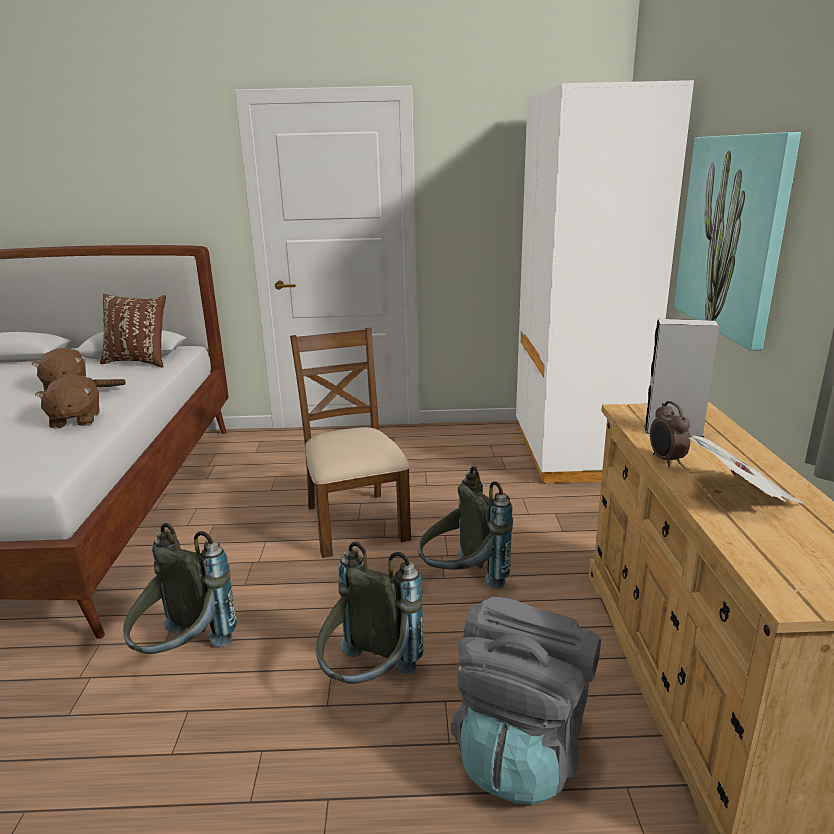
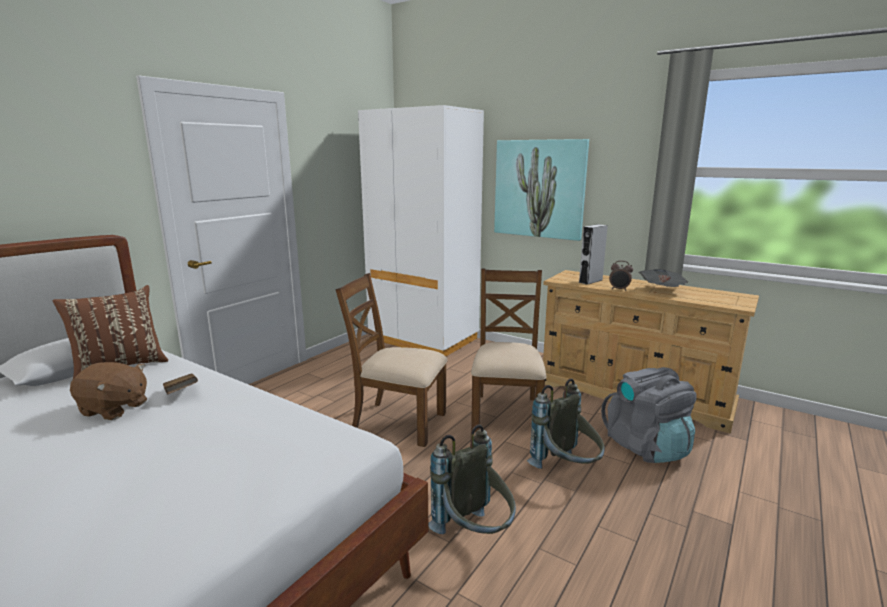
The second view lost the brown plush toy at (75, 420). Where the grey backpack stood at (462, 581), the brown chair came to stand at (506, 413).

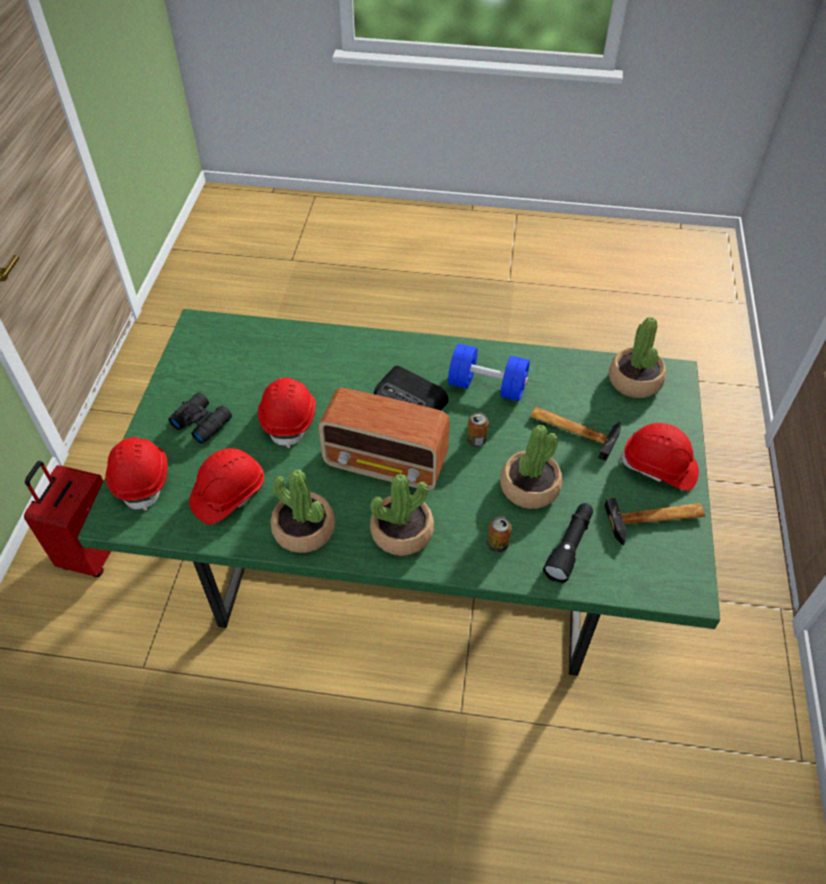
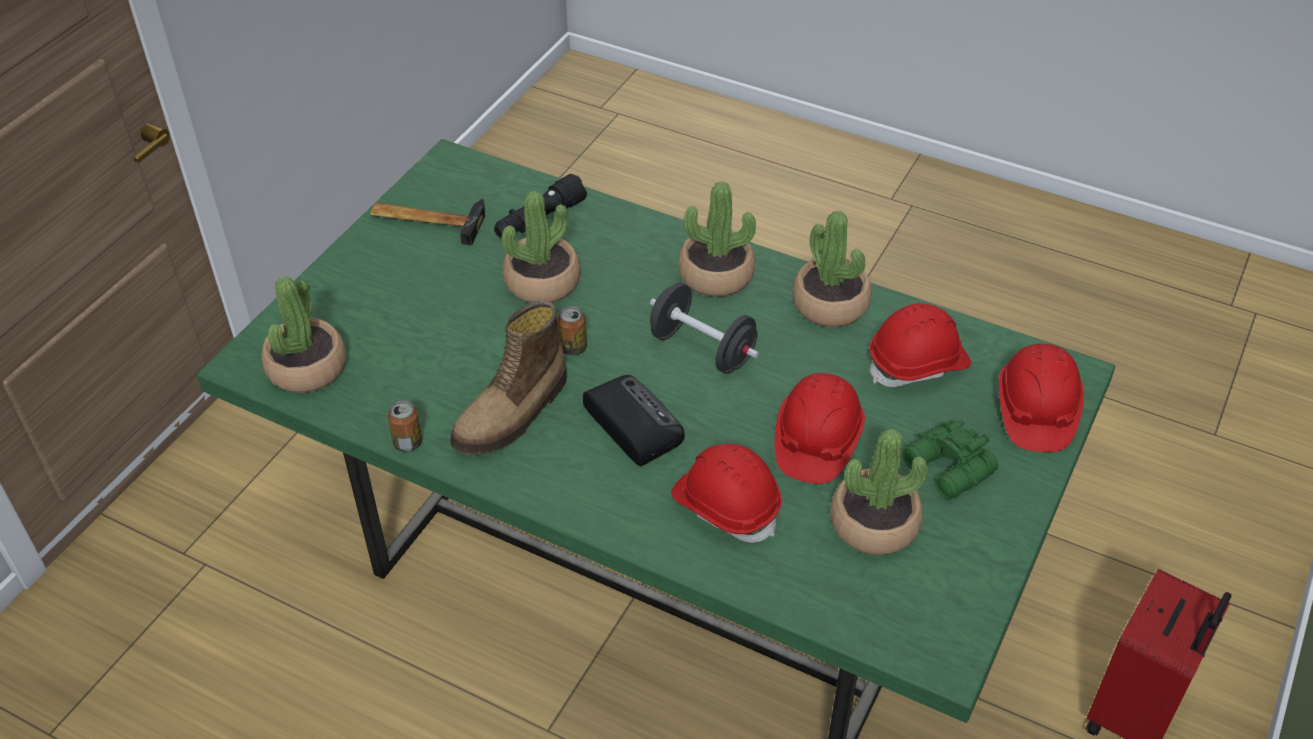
Where the blue dumbbell stood at (487, 386), the boot came to stand at (513, 414). Where the radio stood at (387, 464), the black dumbbell came to stand at (702, 349). What was the black binoculars at (202, 422) turned into the green binoculars at (947, 470). The second view lost the hammer at (573, 429). The red hard hat ended up elsewhere, having gone from (659, 467) to (726, 505). The can ended up elsewhere, having gone from (497, 544) to (408, 443). The second view gained the potted plant at (874, 524).

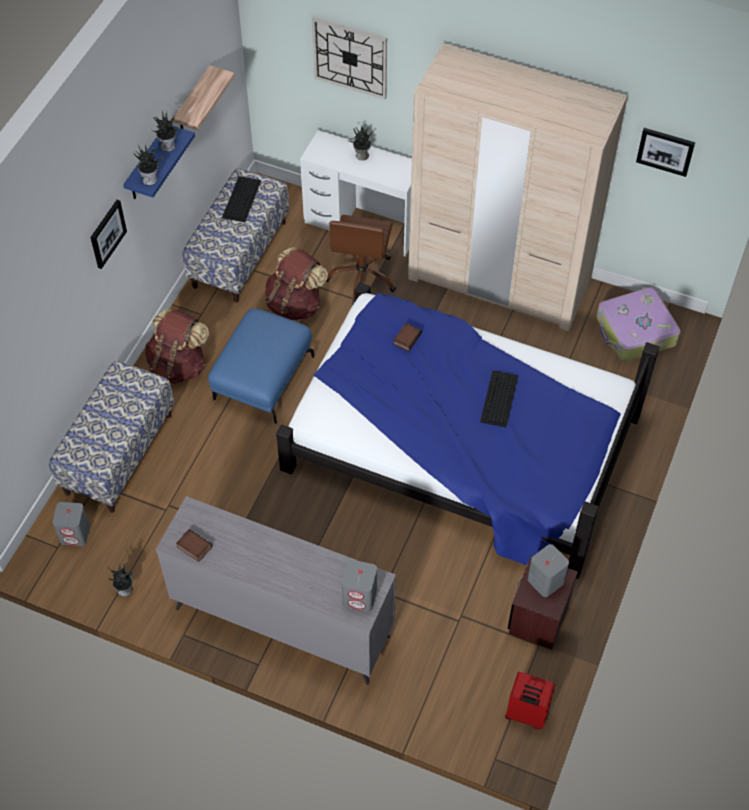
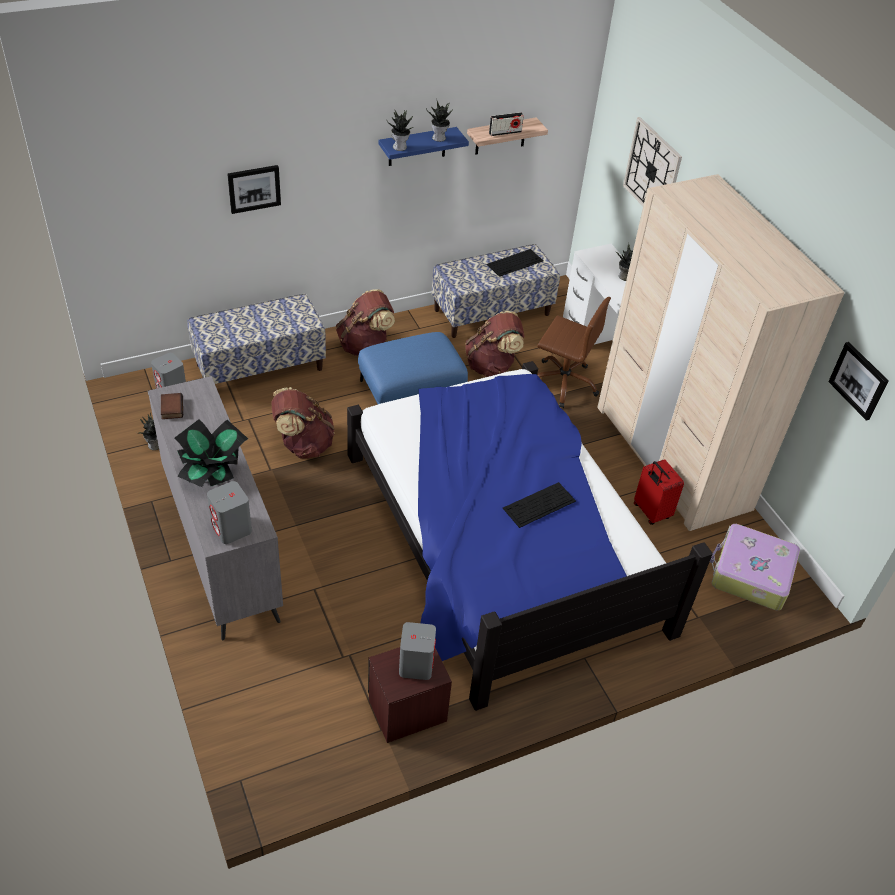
The picture ended up elsewhere, having gone from (107, 233) to (254, 188). The brown office chair at (362, 277) ended up facing another way, 120 degrees counterclockwise from before. The second view lost the book at (406, 338). The red suitcase ended up elsewhere, having gone from (526, 715) to (650, 512). The second view gained the radio at (505, 132). The second view gained the brown backpack at (303, 444). The second view gained the potted plant at (213, 472).

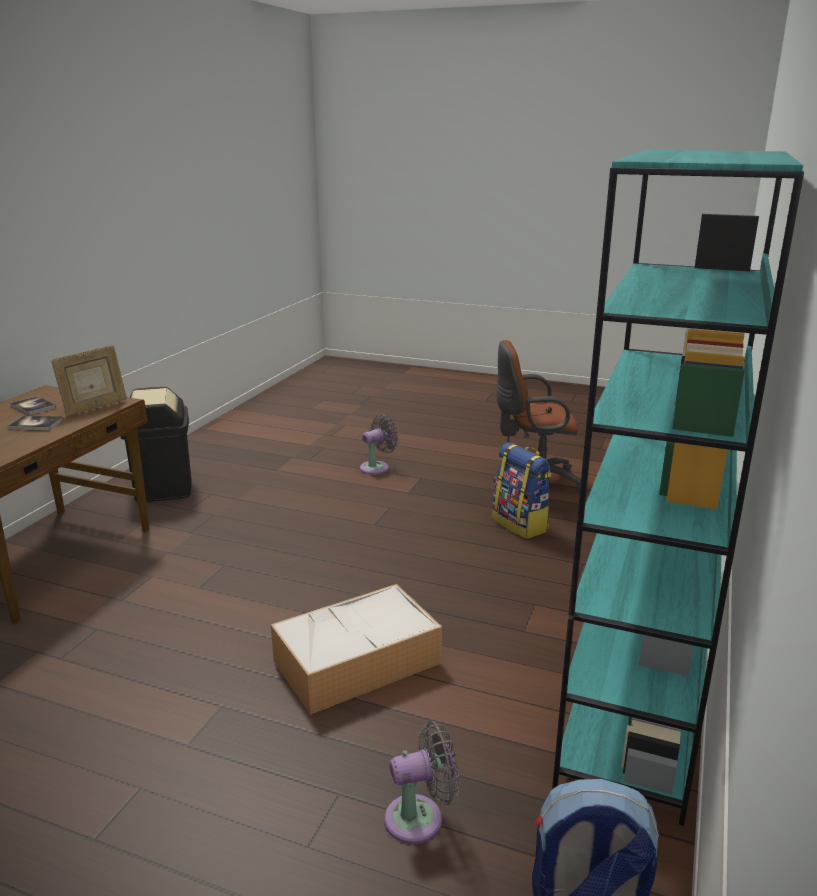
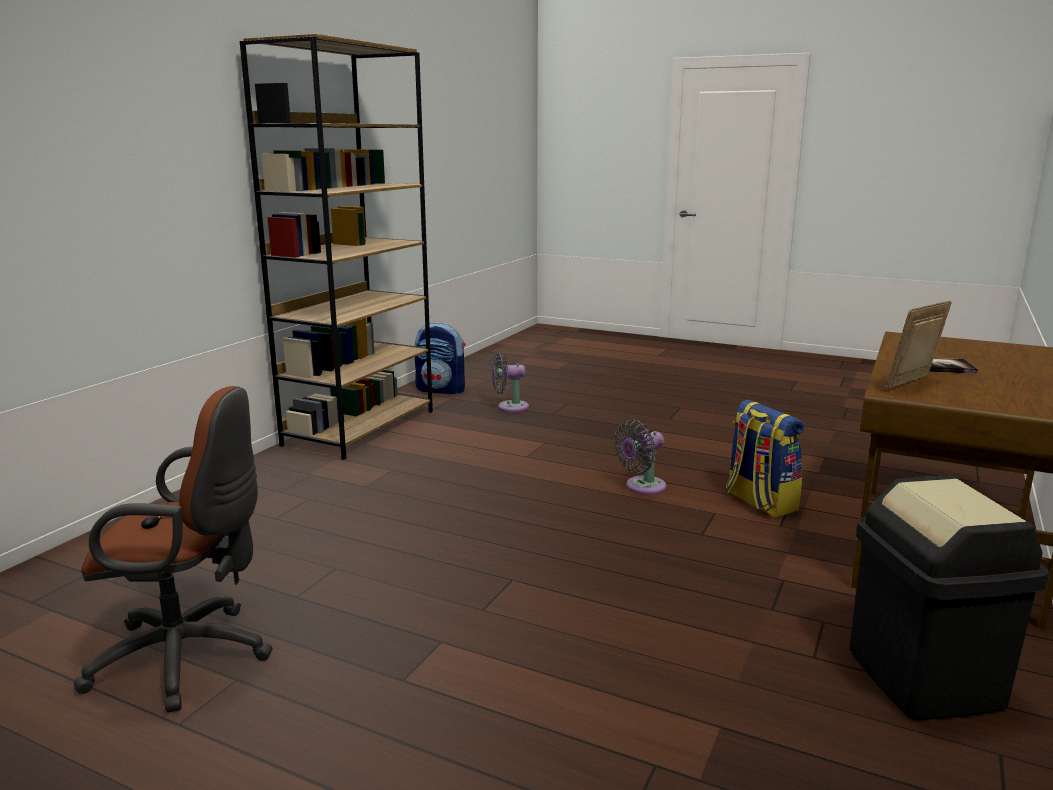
What was the turquoise bookcase at (632, 724) turned into the brown bookcase at (360, 427). The second view lost the book at (33, 407). The grey fan ended up elsewhere, having gone from (377, 467) to (642, 487). The backpack ended up elsewhere, having gone from (521, 524) to (759, 502). The second view lost the storage box at (355, 663).

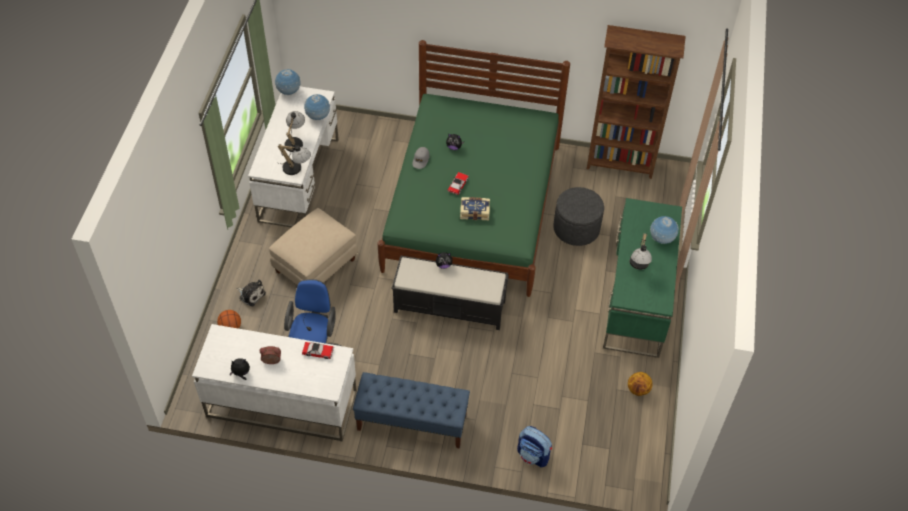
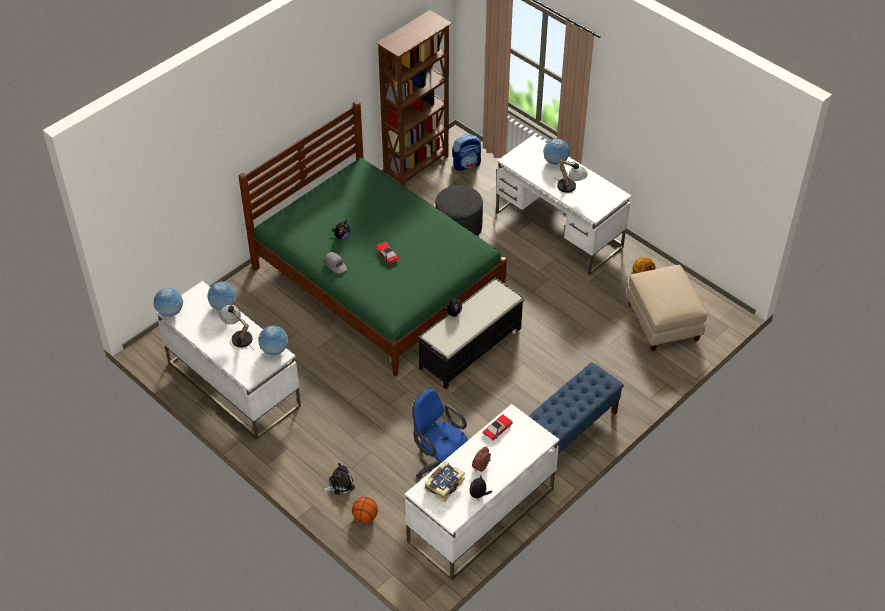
Where the table lamp stood at (296, 169), the globe came to stand at (274, 351). The book ended up elsewhere, having gone from (474, 211) to (443, 484). What was the green desk at (636, 300) turned into the white desk at (559, 230). The beige ottoman ended up elsewhere, having gone from (316, 266) to (663, 322). The backpack ended up elsewhere, having gone from (533, 455) to (467, 164).

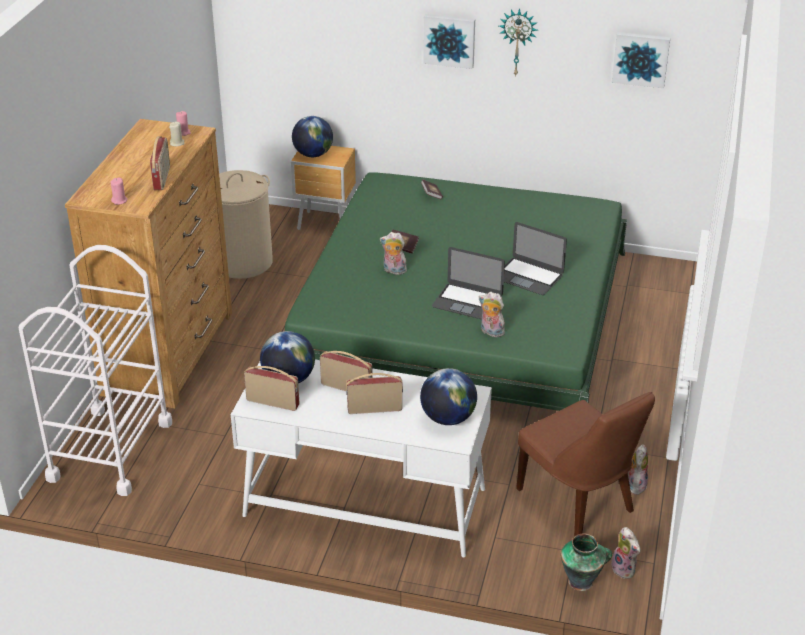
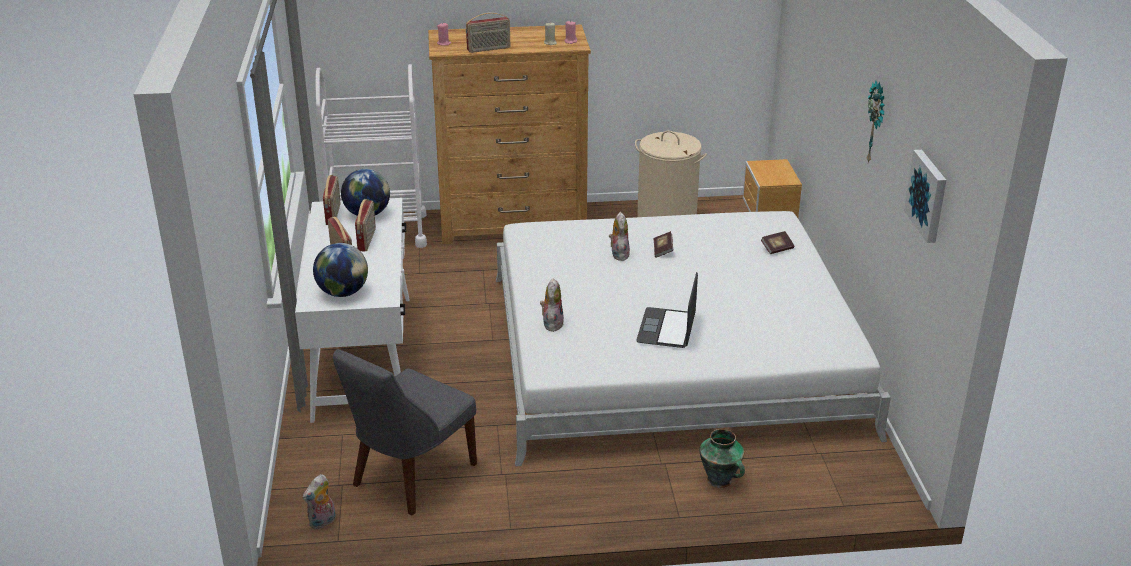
The second view lost the picture at (449, 40). The second view lost the globe at (313, 154). What was the green bed at (461, 316) turned into the white bed at (671, 353). The second view lost the laptop at (467, 302). What was the brown chair at (578, 503) turned into the grey chair at (410, 477). The second view lost the plush toy at (635, 484). The vase ended up elsewhere, having gone from (581, 581) to (720, 481).

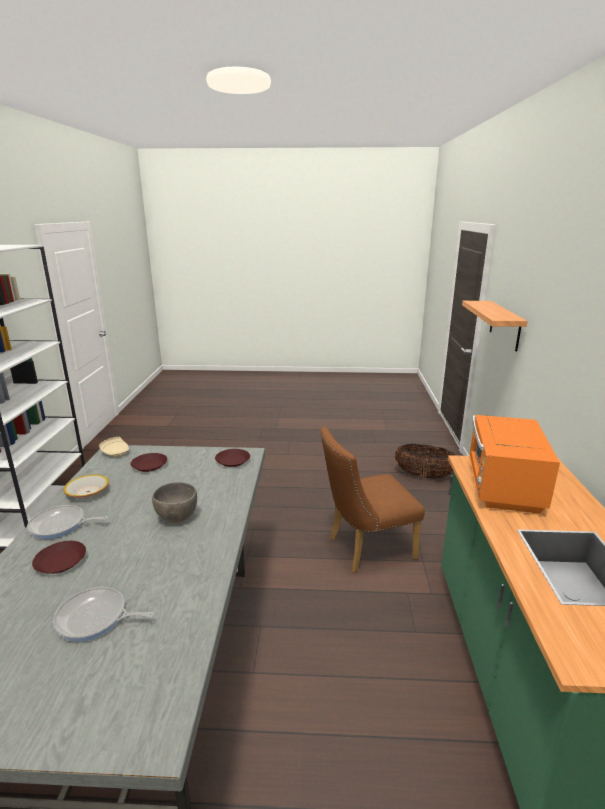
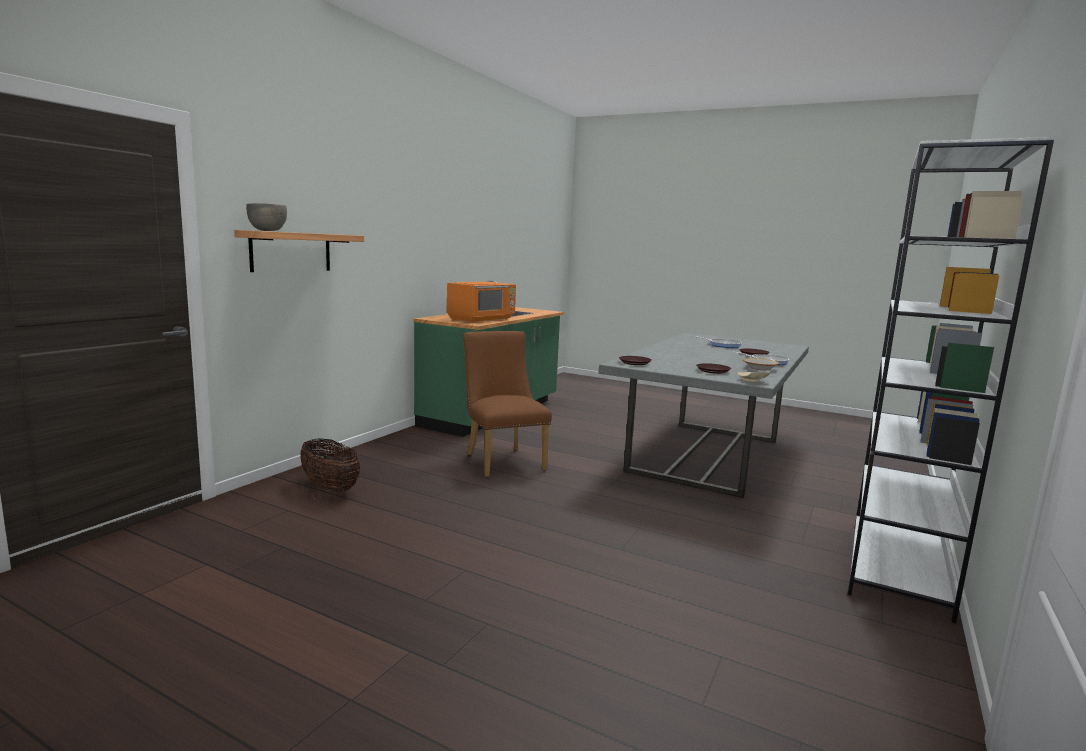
The brown chair at (365, 548) ended up facing another way, 120 degrees counterclockwise from before. The grey bowl ended up elsewhere, having gone from (176, 517) to (268, 231).

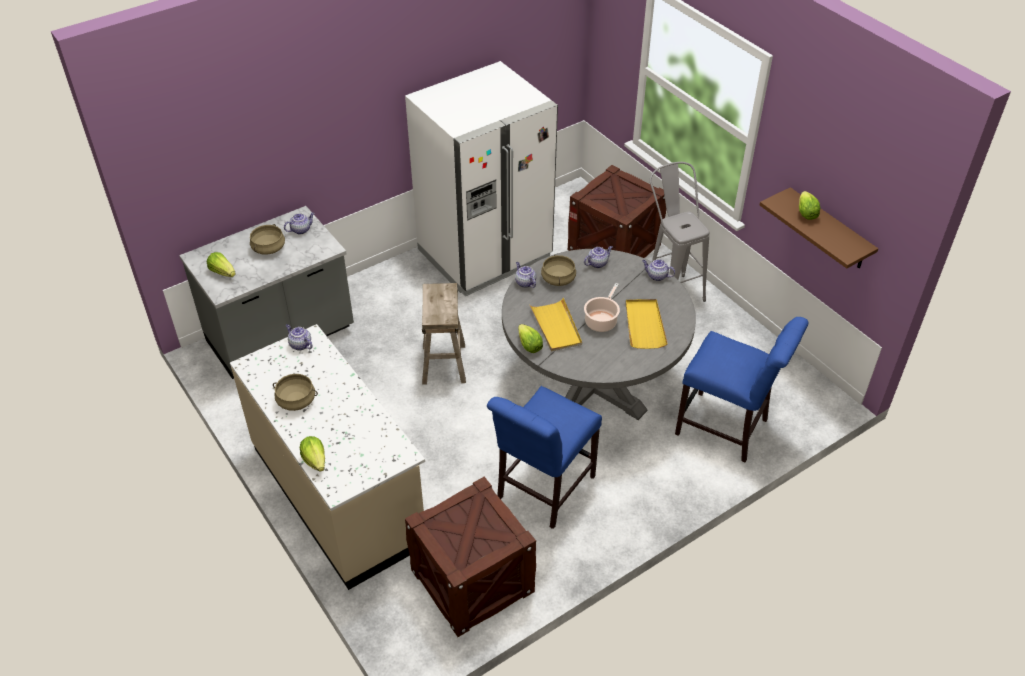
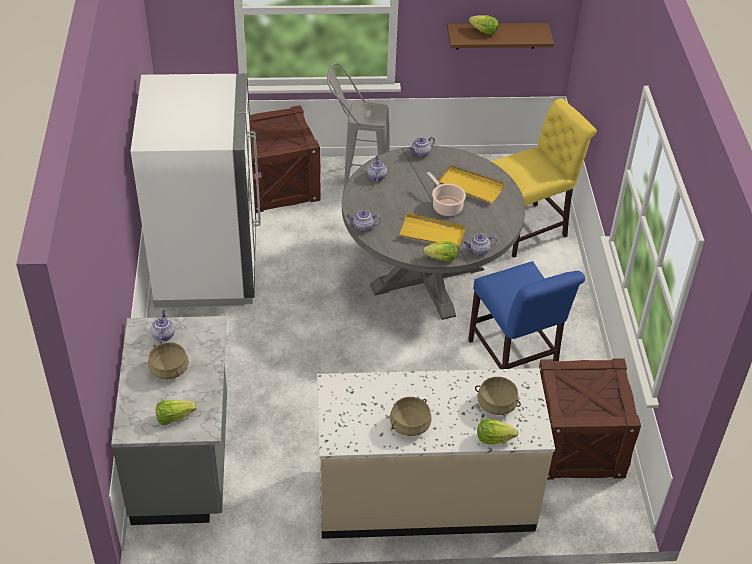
The beige cooking pot ended up elsewhere, having gone from (558, 279) to (496, 404). The second view lost the beige stool at (443, 363). What was the blue chair at (726, 429) turned into the yellow chair at (529, 228). The teapot ended up elsewhere, having gone from (300, 345) to (478, 251).

